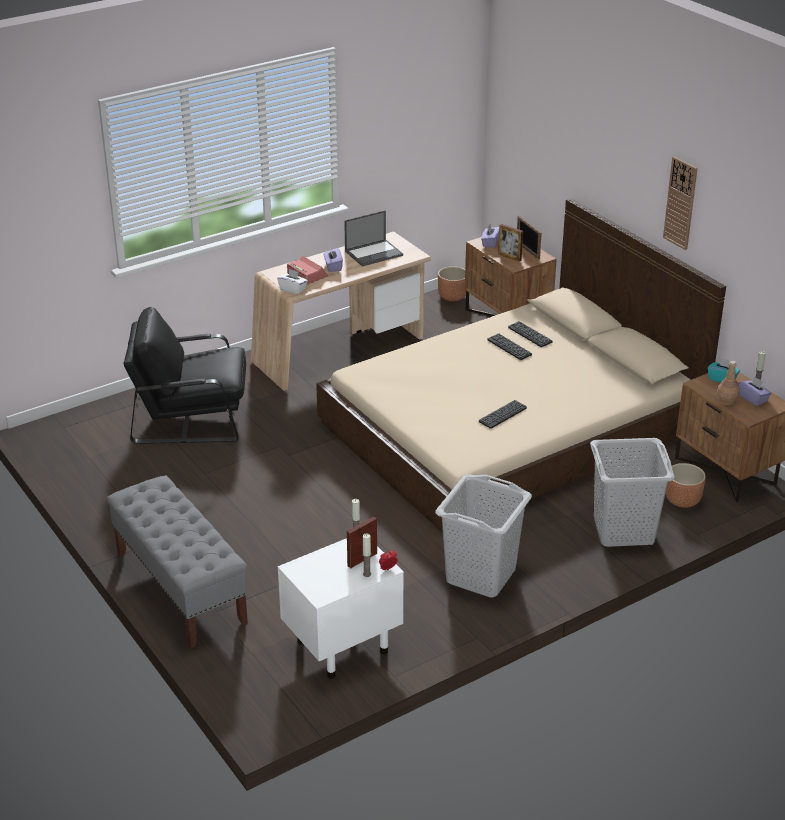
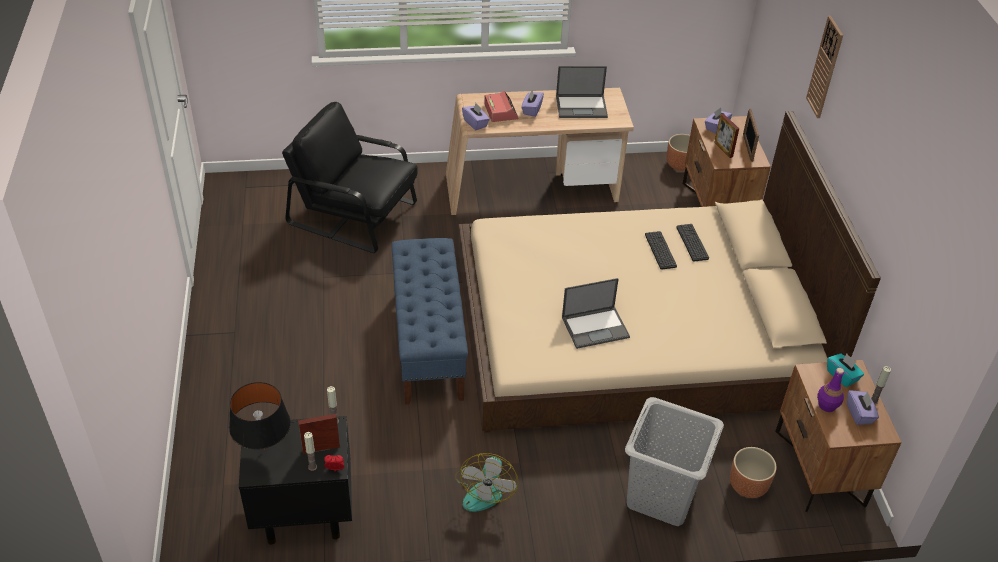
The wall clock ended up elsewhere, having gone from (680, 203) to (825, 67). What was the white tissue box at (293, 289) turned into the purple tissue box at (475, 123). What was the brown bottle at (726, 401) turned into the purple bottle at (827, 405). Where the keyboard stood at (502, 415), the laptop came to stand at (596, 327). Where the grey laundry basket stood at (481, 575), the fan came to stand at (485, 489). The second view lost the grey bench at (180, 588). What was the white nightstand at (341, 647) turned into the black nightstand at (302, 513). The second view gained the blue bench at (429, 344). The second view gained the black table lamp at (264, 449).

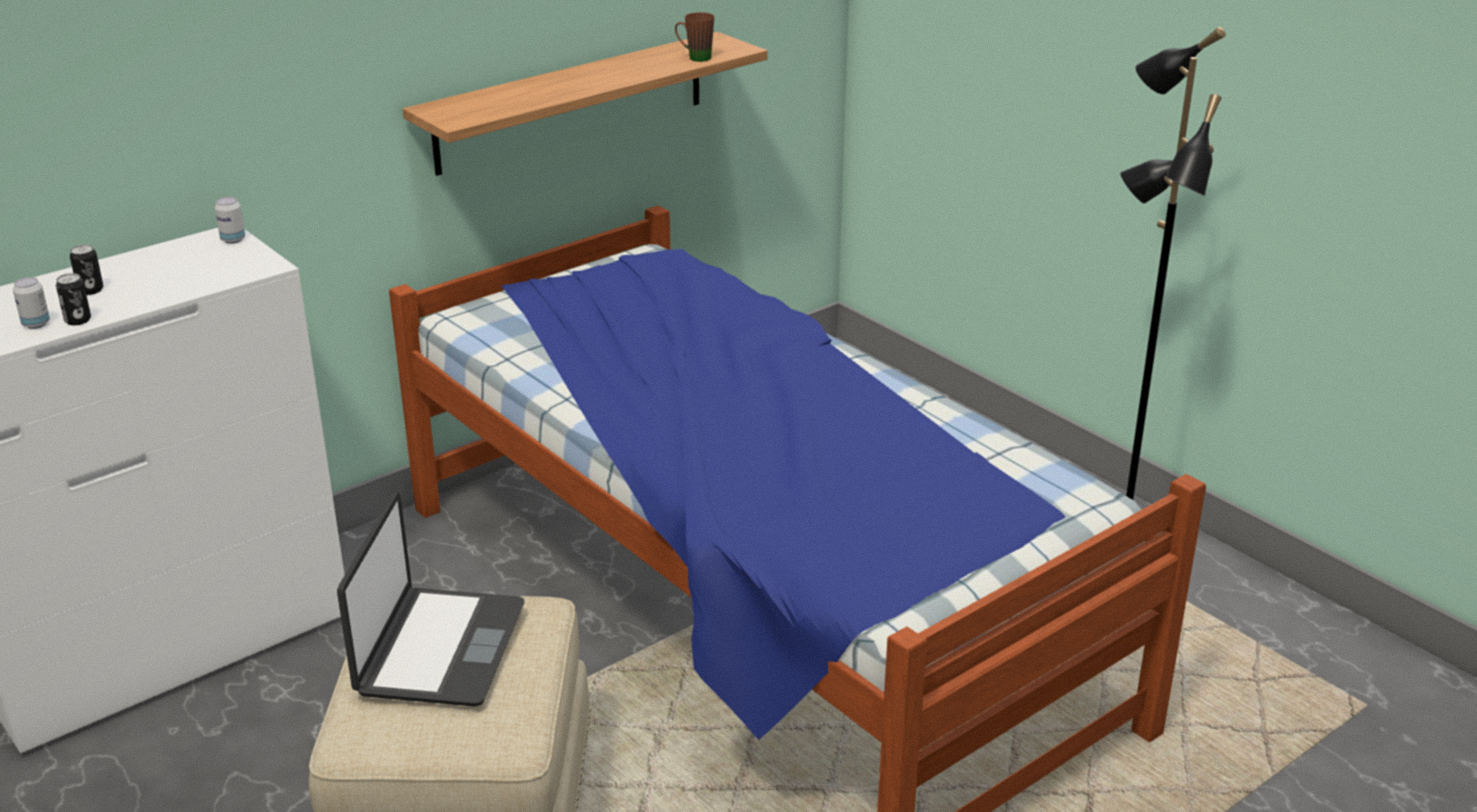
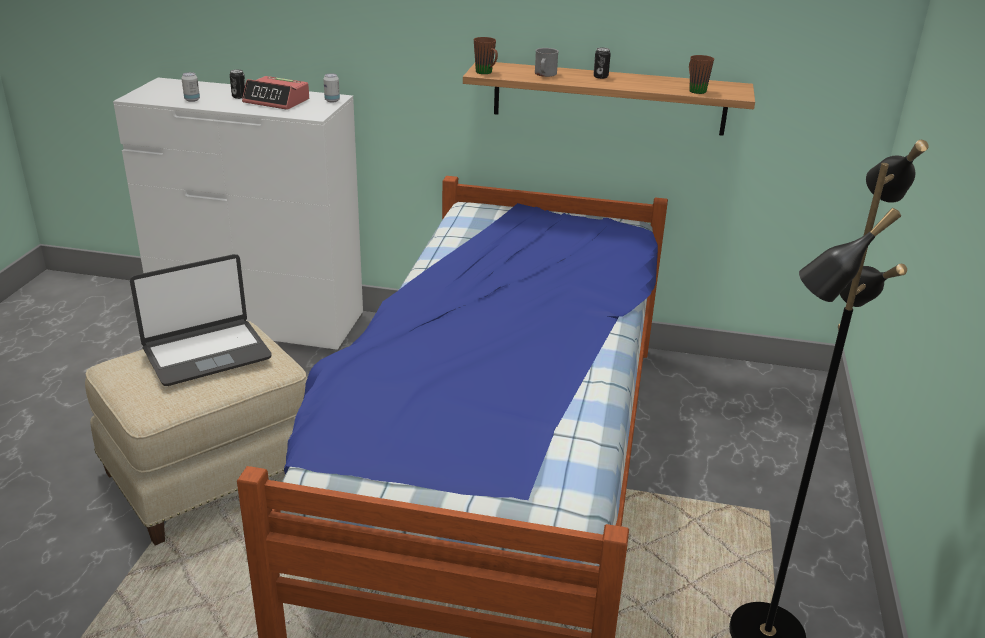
The can ended up elsewhere, having gone from (78, 320) to (600, 77). The second view gained the brown mug at (486, 73). The second view gained the grey mug at (544, 74). The second view gained the alarm clock at (277, 101).

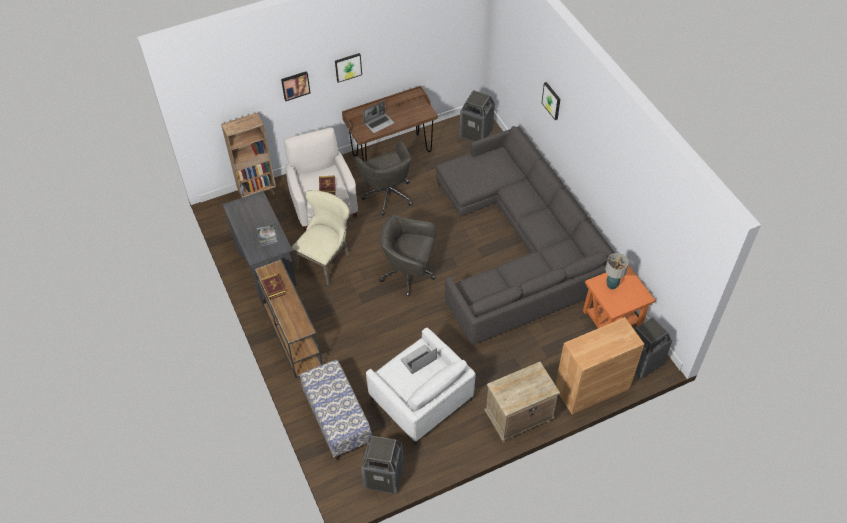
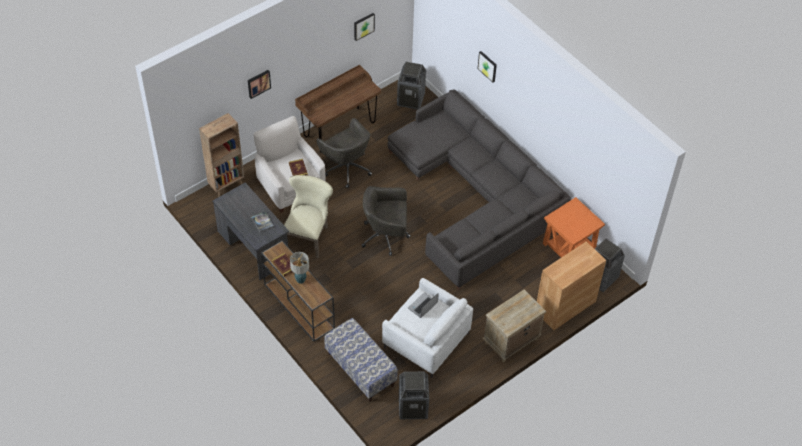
The picture ended up elsewhere, having gone from (348, 67) to (363, 26). The second view lost the laptop at (379, 123). The table lamp ended up elsewhere, having gone from (612, 285) to (301, 280).

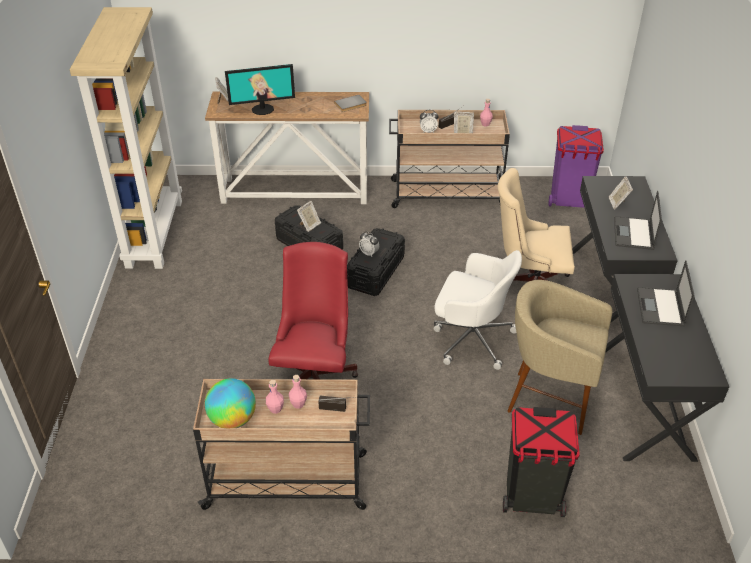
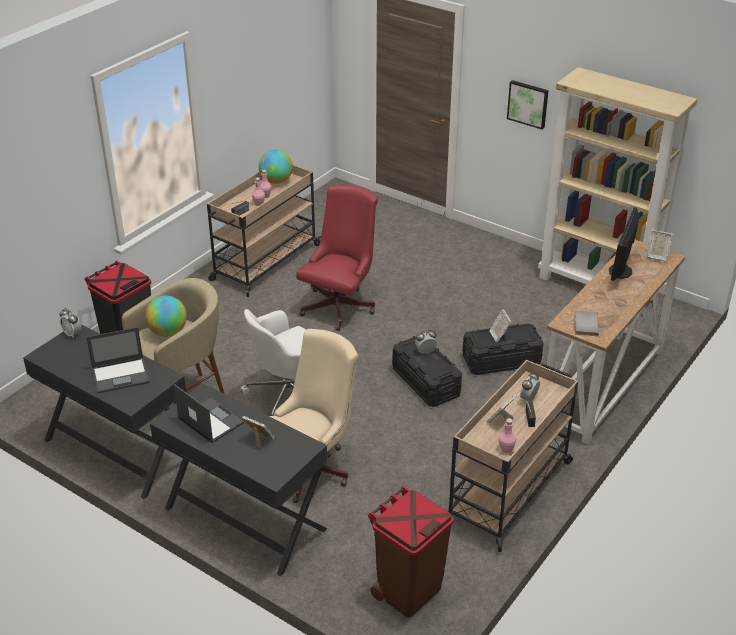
What was the purple trash can at (569, 200) turned into the brown trash can at (408, 591). The red office chair at (315, 374) ended up facing another way, 105 degrees counterclockwise from before. The laptop at (660, 307) ended up facing another way, 120 degrees clockwise from before. The second view gained the picture at (528, 104). The second view gained the globe at (168, 332). The second view gained the alarm clock at (72, 334).

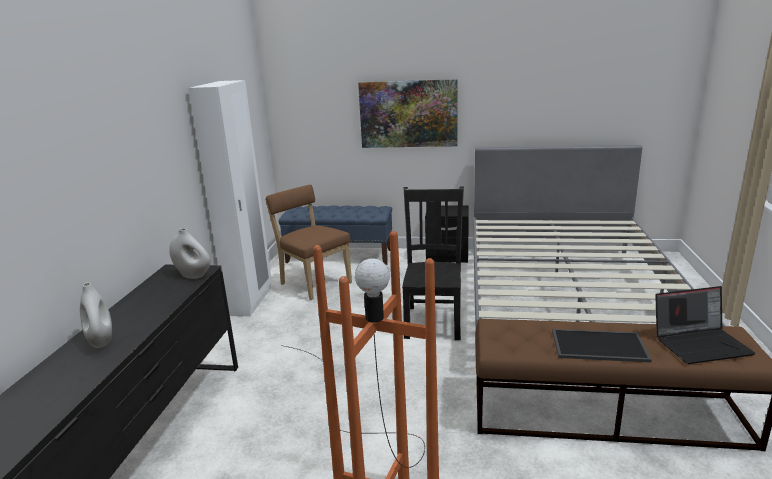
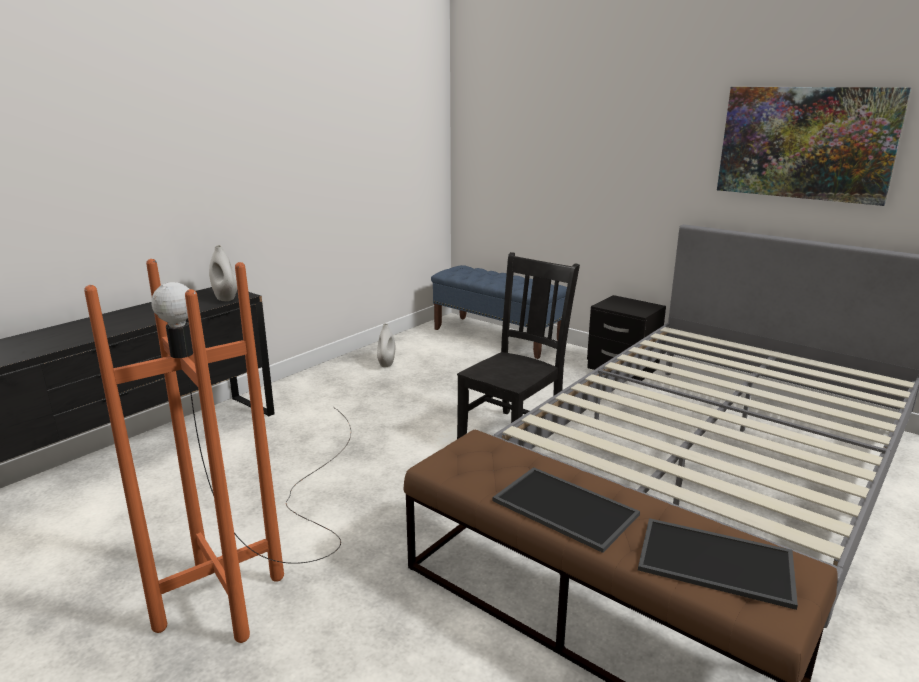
The picture ended up elsewhere, having gone from (408, 114) to (805, 143). The second view lost the white wardrobe at (251, 301). The second view lost the brown chair at (313, 283). The white vase ended up elsewhere, having gone from (101, 341) to (386, 364). Where the laptop stood at (700, 344), the tray came to stand at (717, 561).

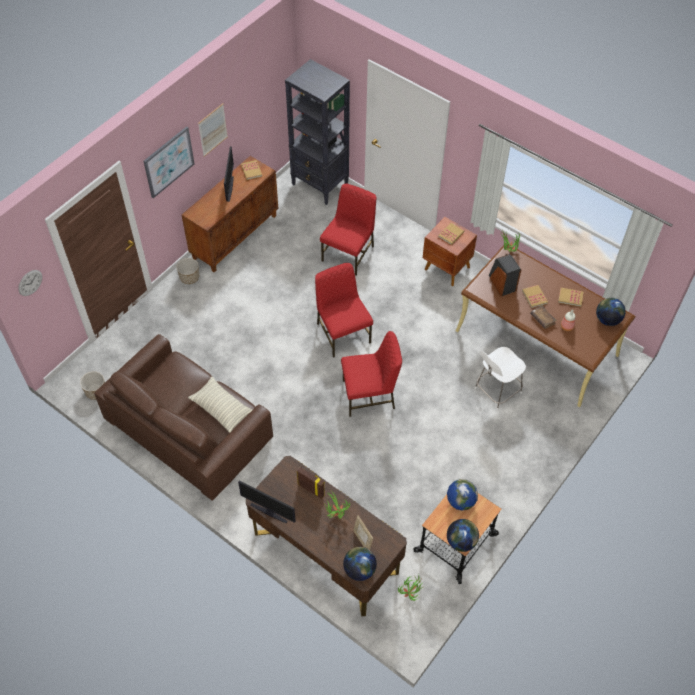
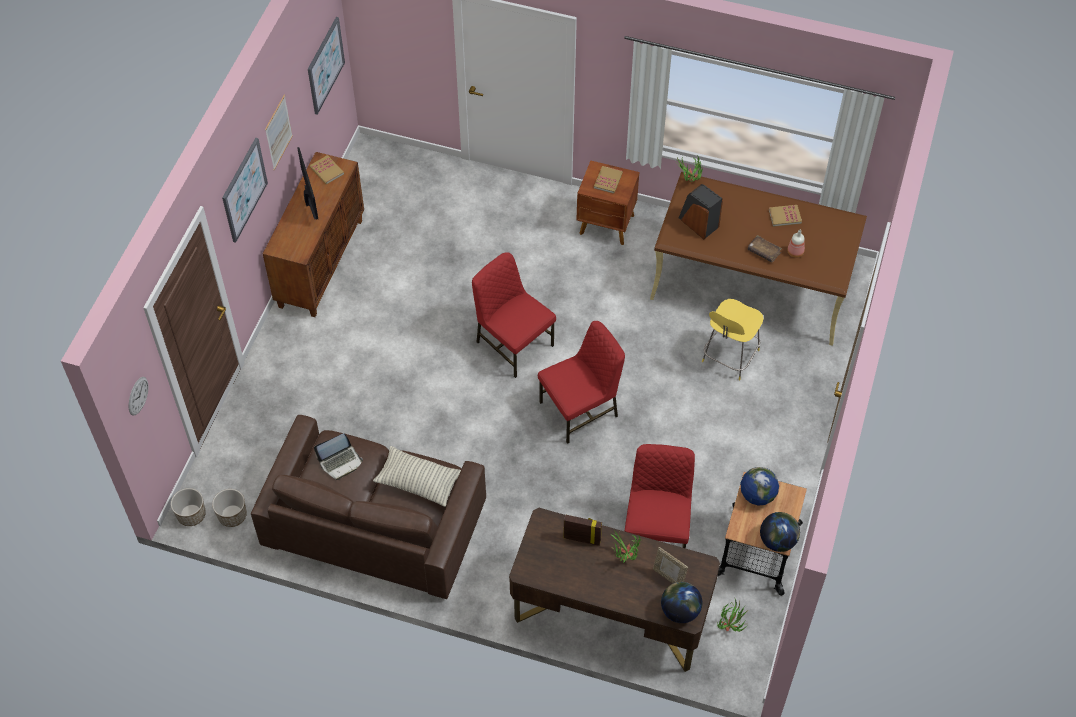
The second view lost the black bookcase at (320, 185). The red chair ended up elsewhere, having gone from (349, 253) to (656, 531). The planter ended up elsewhere, having gone from (189, 277) to (191, 515). The second view lost the book at (534, 297). The second view lost the globe at (607, 319). What was the white stool at (496, 391) turned into the yellow stool at (729, 357). The second view lost the monitor at (269, 512). The second view gained the picture at (325, 65). The second view gained the laptop at (340, 462).

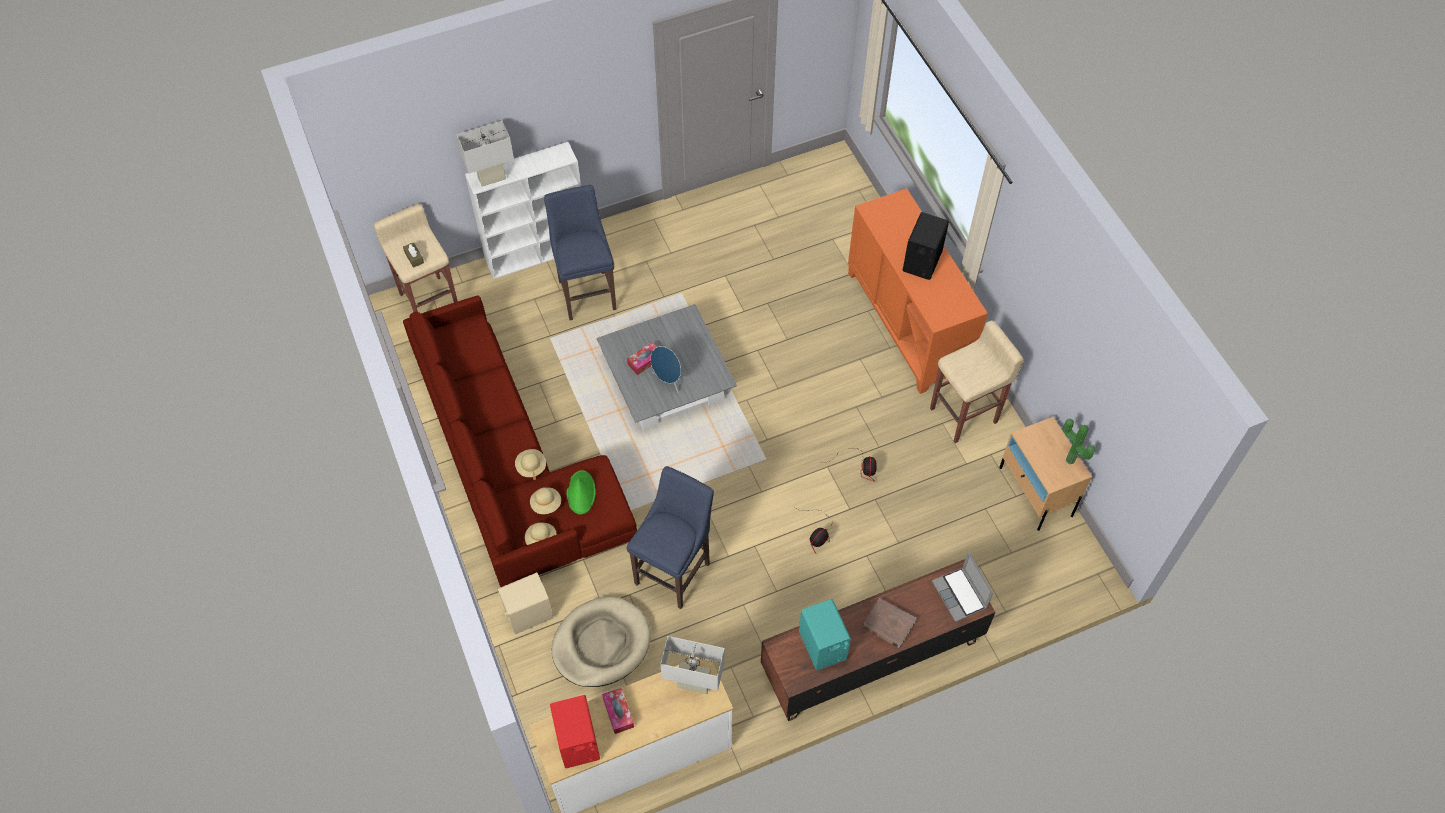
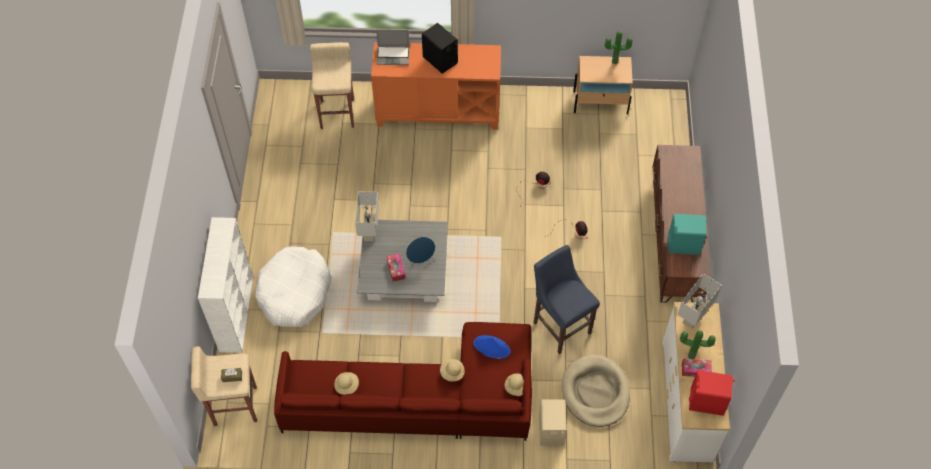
The white table lamp ended up elsewhere, having gone from (492, 178) to (369, 233). Where the blue stool stood at (587, 292), the white dog bed came to stand at (294, 293). The beige stool ended up elsewhere, having gone from (965, 415) to (338, 113). What was the green hat at (581, 492) turned into the blue hat at (491, 347). The beige hat ended up elsewhere, having gone from (546, 504) to (347, 386). The laptop ended up elsewhere, having gone from (960, 595) to (393, 55). The second view lost the brown book at (888, 624). The second view gained the potted plant at (691, 355).

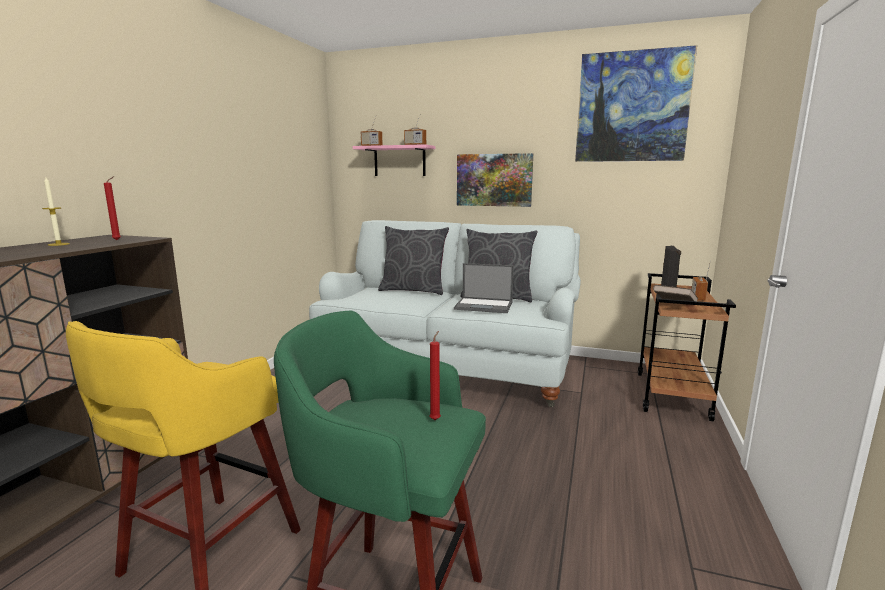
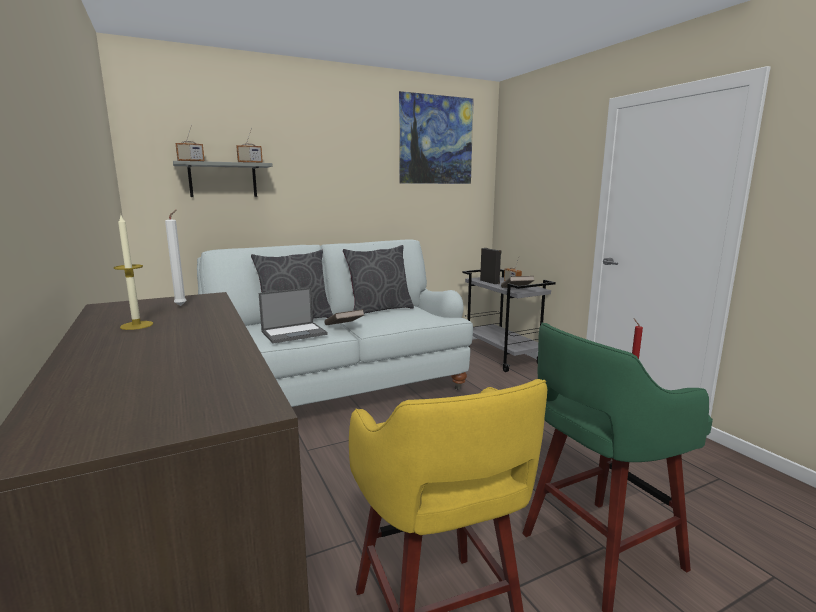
What was the pink shelf at (399, 161) turned into the grey shelf at (223, 180). The second view lost the picture at (494, 180). What was the red candle at (118, 240) turned into the white candle at (182, 305). The laptop ended up elsewhere, having gone from (484, 306) to (294, 333). What was the brown cart at (672, 396) turned into the grey cart at (502, 357). The second view gained the brown book at (344, 327).

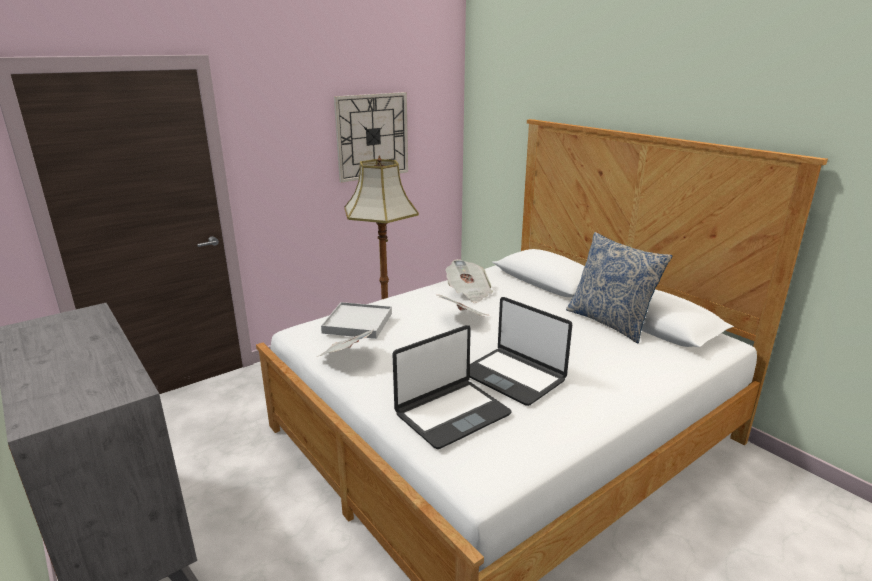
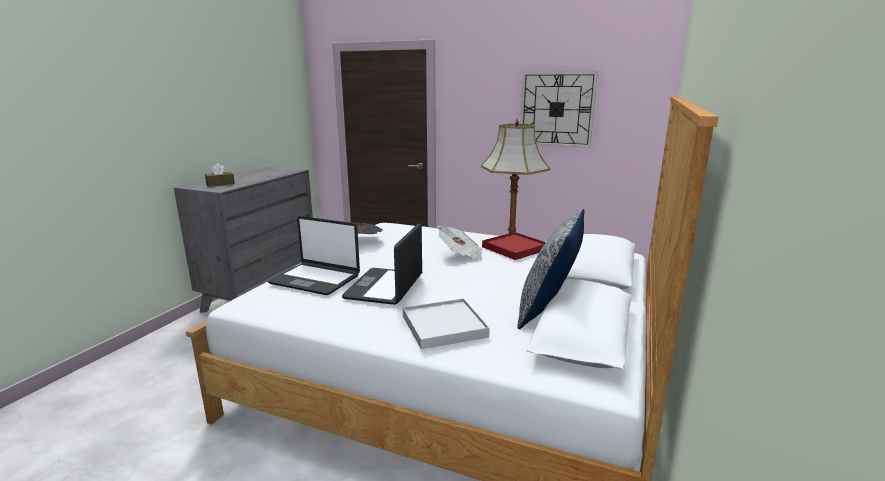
Where the newspaper stood at (469, 293), the red tray came to stand at (514, 248). The white tray ended up elsewhere, having gone from (357, 323) to (443, 326). The second view gained the brown tissue box at (220, 184).

